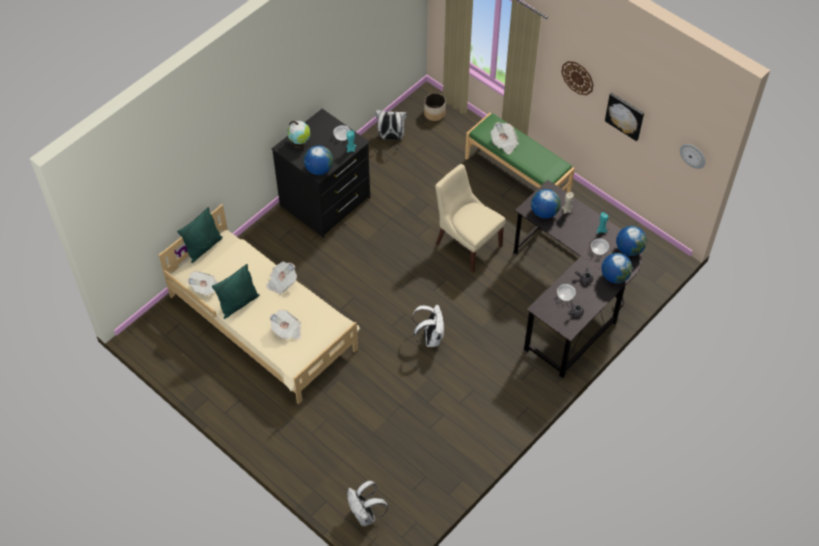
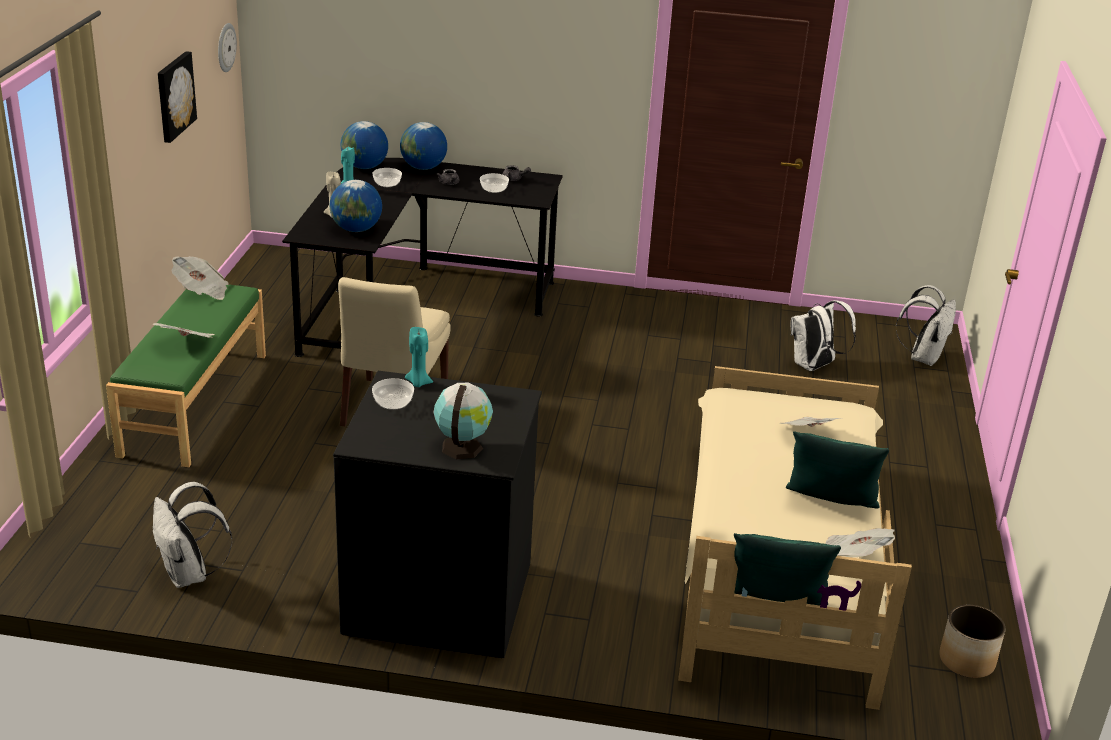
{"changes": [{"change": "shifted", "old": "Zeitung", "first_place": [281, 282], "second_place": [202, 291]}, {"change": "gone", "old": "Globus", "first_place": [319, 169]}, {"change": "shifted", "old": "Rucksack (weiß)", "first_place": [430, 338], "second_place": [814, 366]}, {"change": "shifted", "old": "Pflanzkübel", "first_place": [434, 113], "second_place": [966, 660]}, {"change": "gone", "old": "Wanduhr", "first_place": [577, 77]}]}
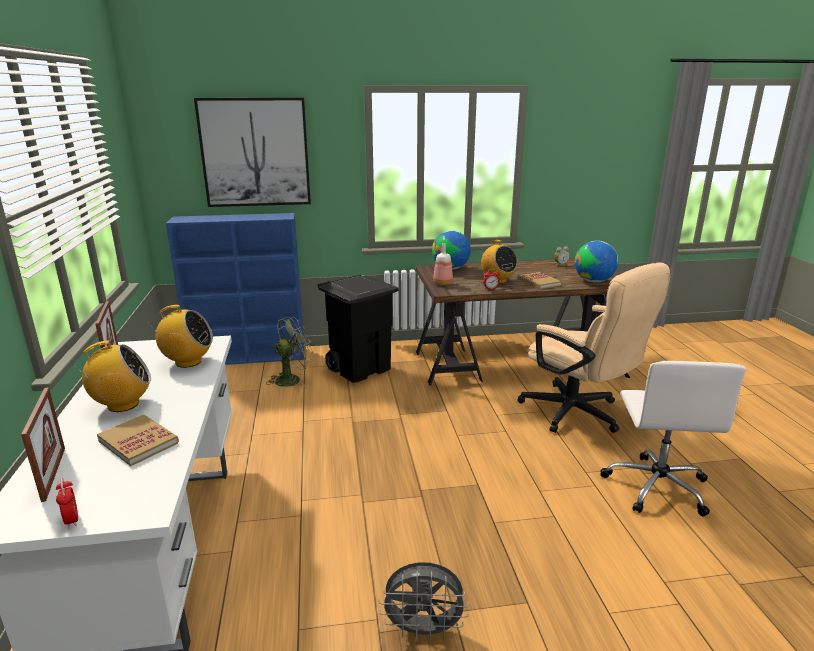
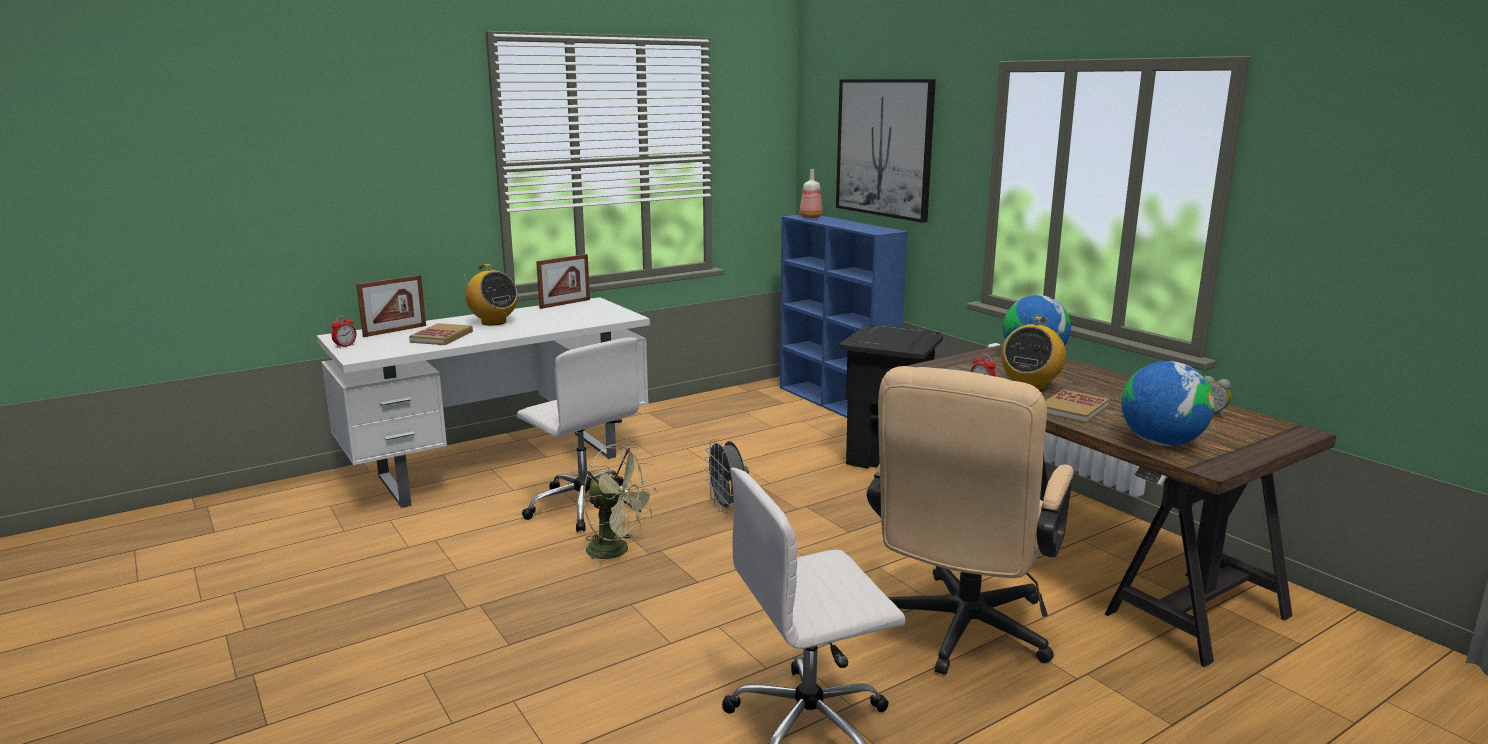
{"changes": [{"change": "gone", "old": "Radio", "first_place": [188, 362]}, {"change": "shifted", "old": "Ventilator (grün)", "first_place": [292, 379], "second_place": [617, 551]}, {"change": "shifted", "old": "Ventilator (grau)", "first_place": [423, 630], "second_place": [727, 507]}, {"change": "shifted", "old": "Flasche", "first_place": [443, 283], "second_place": [810, 217]}, {"change": "new", "new": "Bürostuhl (weiß)", "second_place": [583, 505]}]}
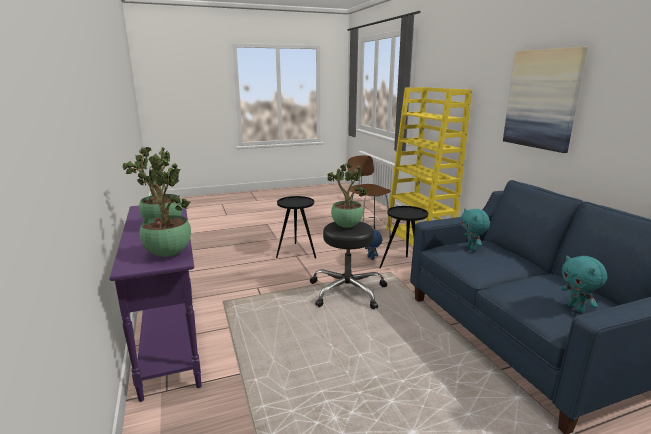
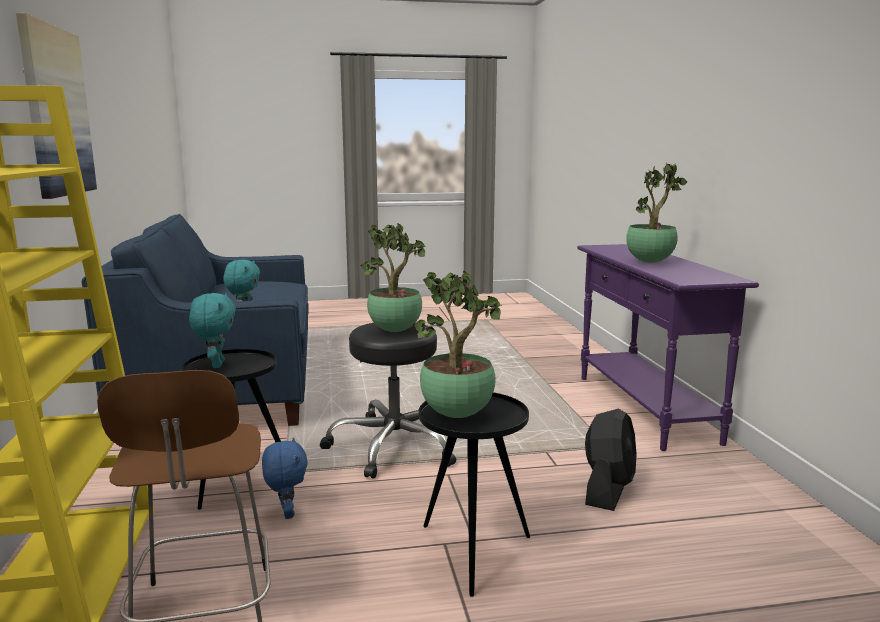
{"changes": [{"change": "shifted", "old": "Topfpflanze", "first_place": [167, 254], "second_place": [459, 415]}, {"change": "shifted", "old": "Plüschtier (türkis)", "first_place": [576, 308], "second_place": [216, 365]}, {"change": "new", "new": "Ventilator (schwarz)", "second_place": [608, 489]}]}
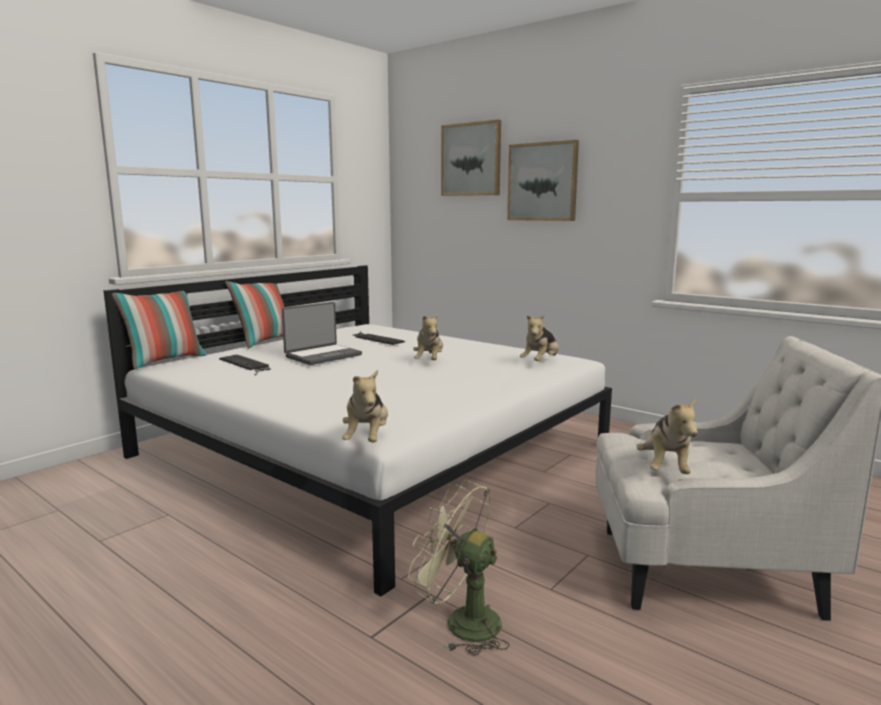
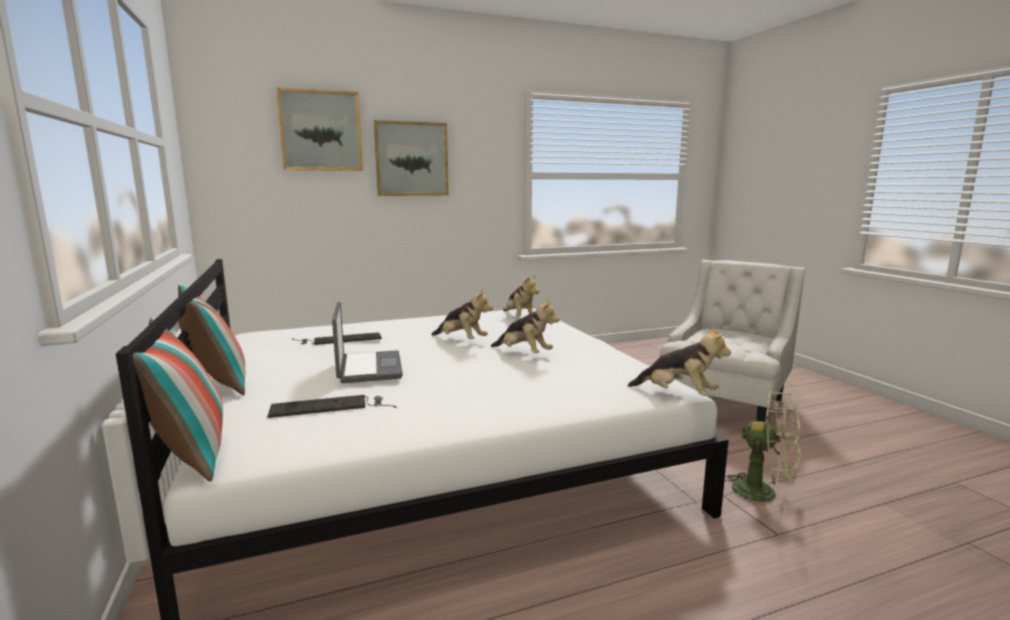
{"changes": [{"change": "rotated", "old": "Ventilator (grün)", "first_place": [461, 622], "second_place": [764, 493], "degrees": -120}, {"change": "shifted", "old": "Plüschtier", "first_place": [664, 468], "second_place": [524, 353]}]}
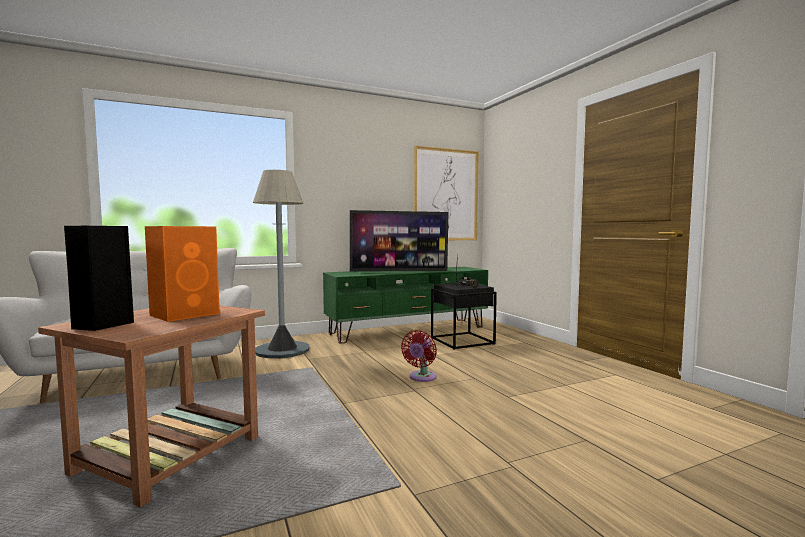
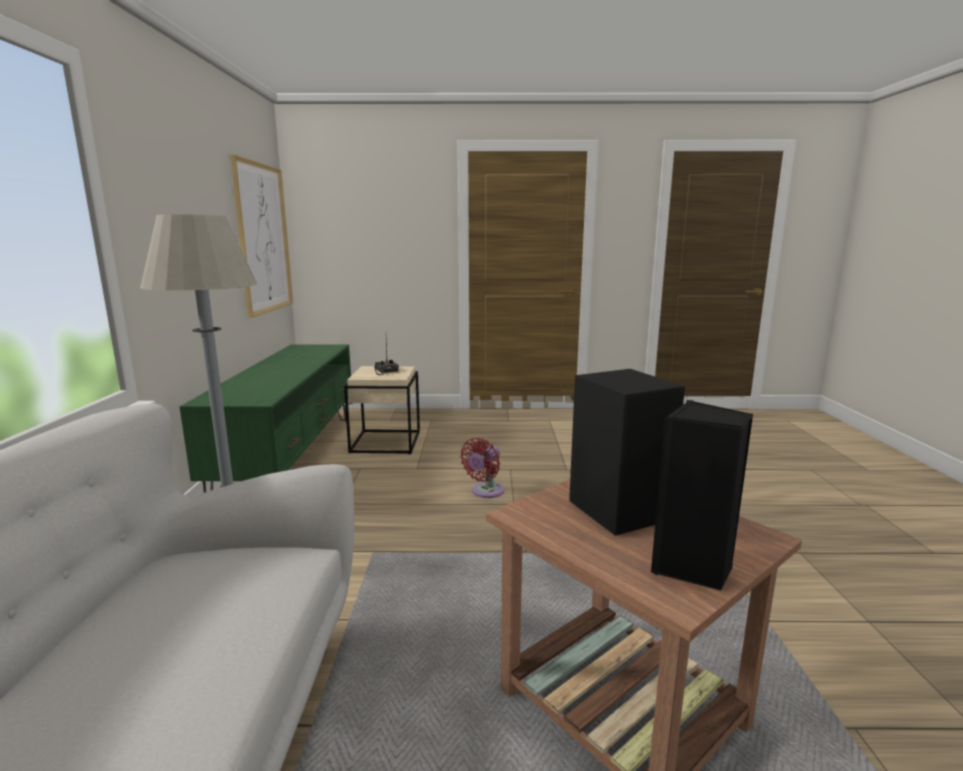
{"changes": [{"change": "repainted", "old": "Lautsprecher (orange)", "new": "Lautsprecher (schwarz)", "first_place": [186, 314], "second_place": [617, 509]}, {"change": "gone", "old": "Fernseher", "first_place": [399, 271]}, {"change": "rotated", "old": "Ventilator (rot)", "first_place": [421, 378], "second_place": [485, 492], "degrees": 75}, {"change": "repainted", "old": "Beistelltisch (schwarz)", "new": "Beistelltisch (beige)", "first_place": [463, 341], "second_place": [386, 442]}]}
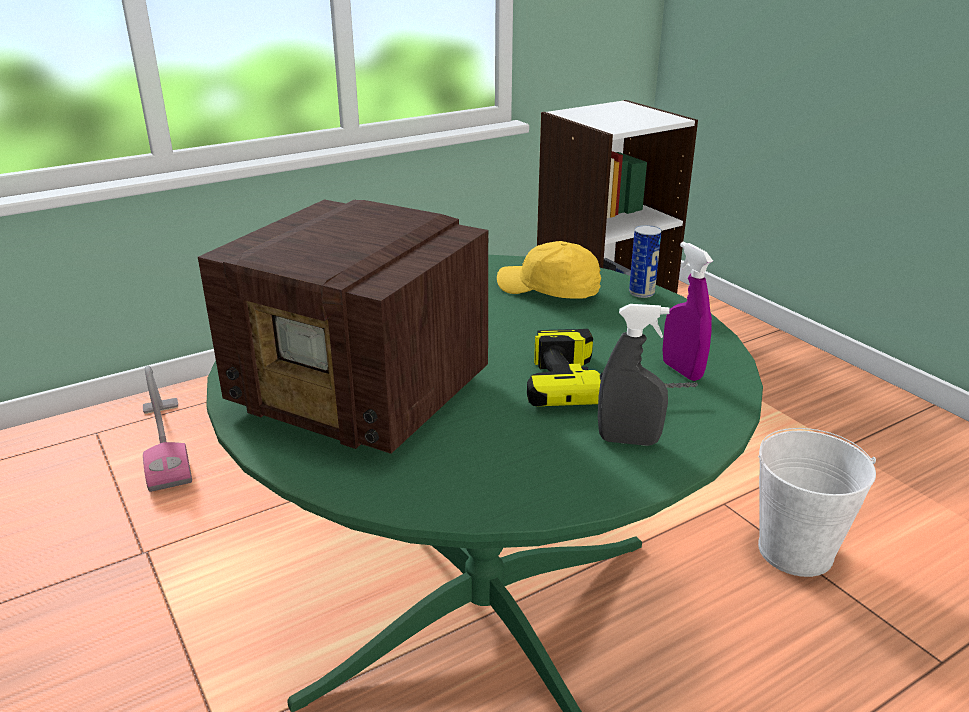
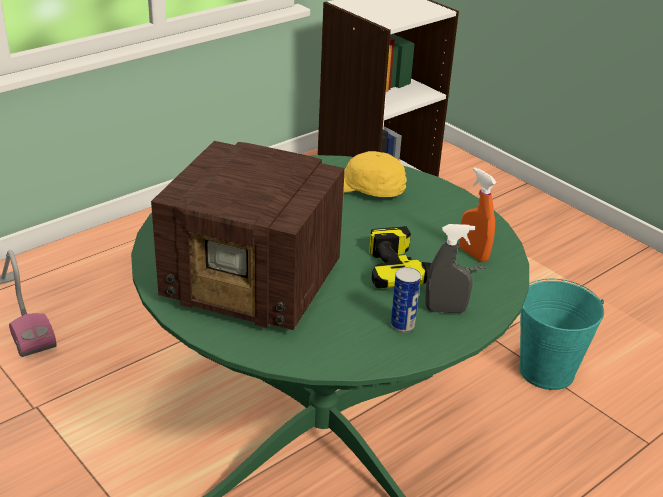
{"changes": [{"change": "shifted", "old": "Dose", "first_place": [641, 293], "second_place": [402, 326]}, {"change": "repainted", "old": "Sprühflasche (lila)", "new": "Sprühflasche (orange)", "first_place": [682, 371], "second_place": [473, 254]}, {"change": "repainted", "old": "Eimer (weiß)", "new": "Eimer (türkis)", "first_place": [795, 551], "second_place": [547, 371]}]}
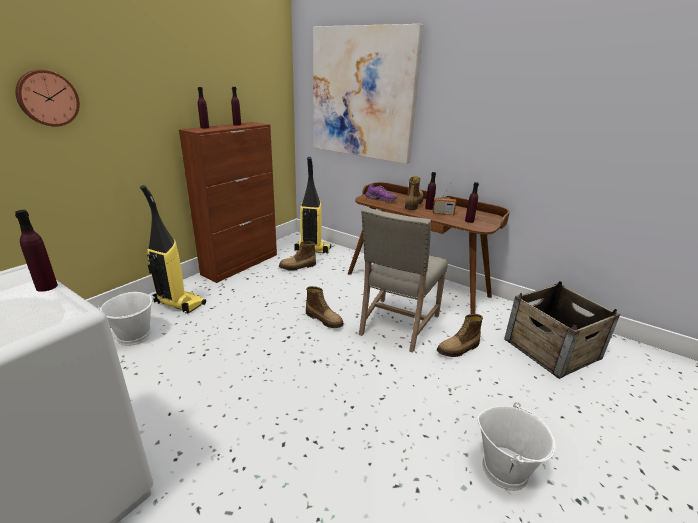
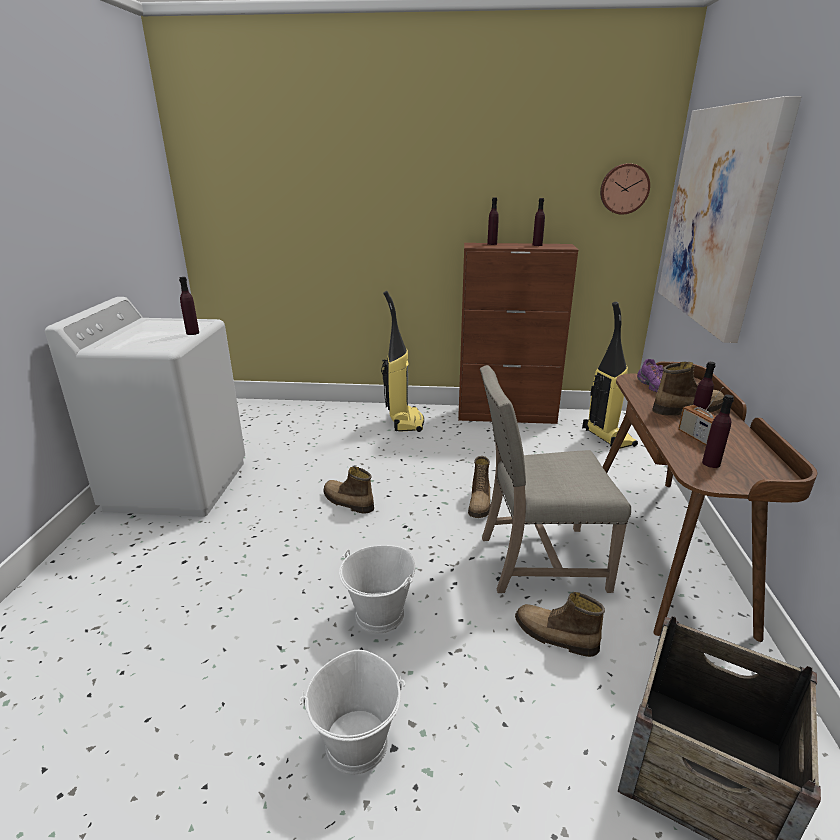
{"changes": [{"change": "shifted", "old": "Wanduhr", "first_place": [47, 98], "second_place": [624, 189]}, {"change": "shifted", "old": "Eimer (weiß)", "first_place": [135, 336], "second_place": [380, 615]}, {"change": "shifted", "old": "Stiefel", "first_place": [298, 267], "second_place": [347, 502]}]}
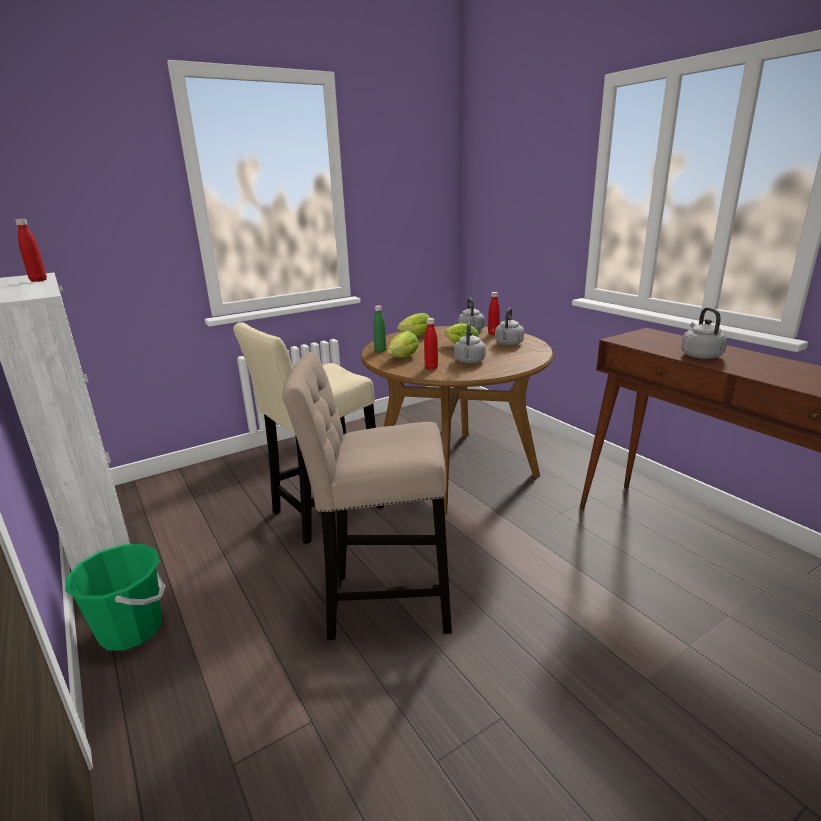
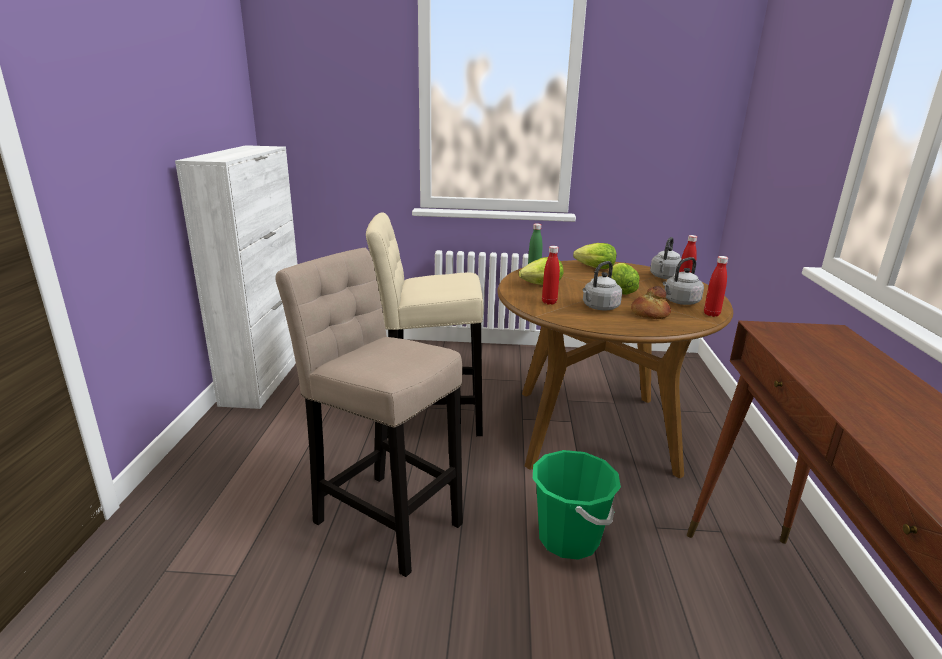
{"changes": [{"change": "shifted", "old": "Flasche (rot)", "first_place": [38, 280], "second_place": [711, 314]}, {"change": "shifted", "old": "Eimer (grün)", "first_place": [131, 629], "second_place": [569, 538]}, {"change": "gone", "old": "Wasserkessel (grau)", "first_place": [700, 355]}, {"change": "new", "new": "Brot", "second_place": [649, 314]}]}
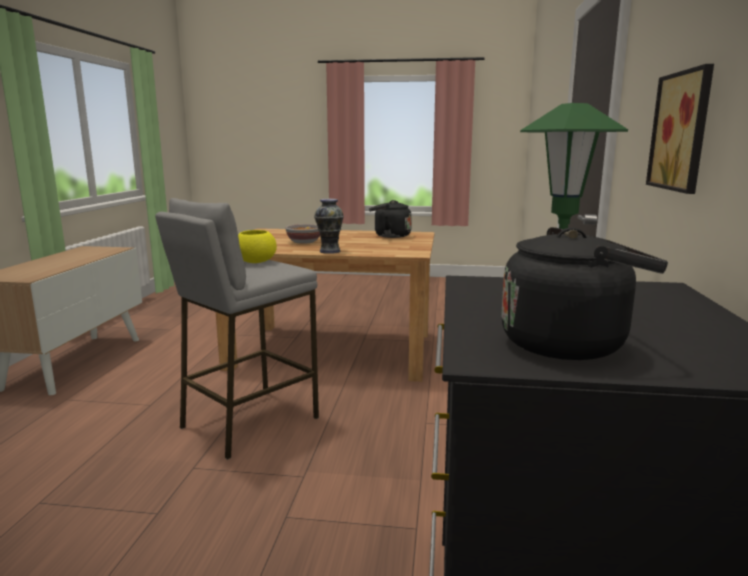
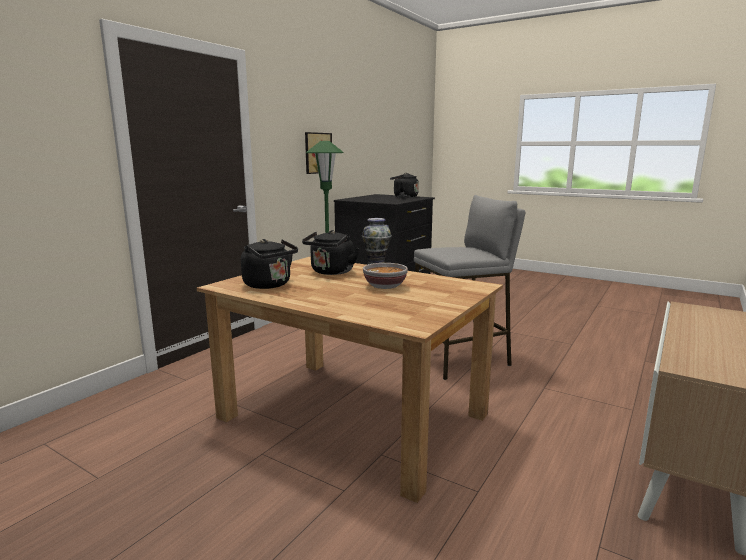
{"changes": [{"change": "gone", "old": "Schüssel (gelb)", "first_place": [255, 262]}, {"change": "new", "new": "Wasserkessel (schwarz)", "second_place": [331, 272]}]}
